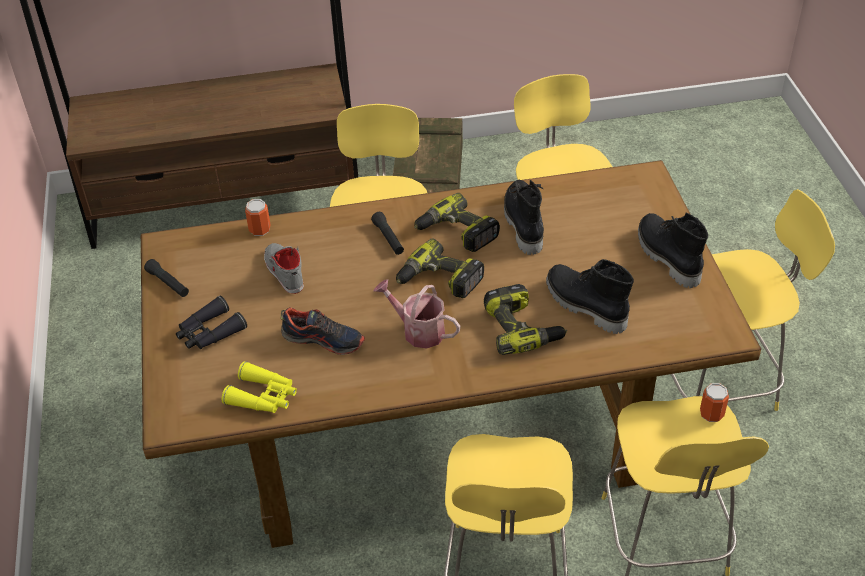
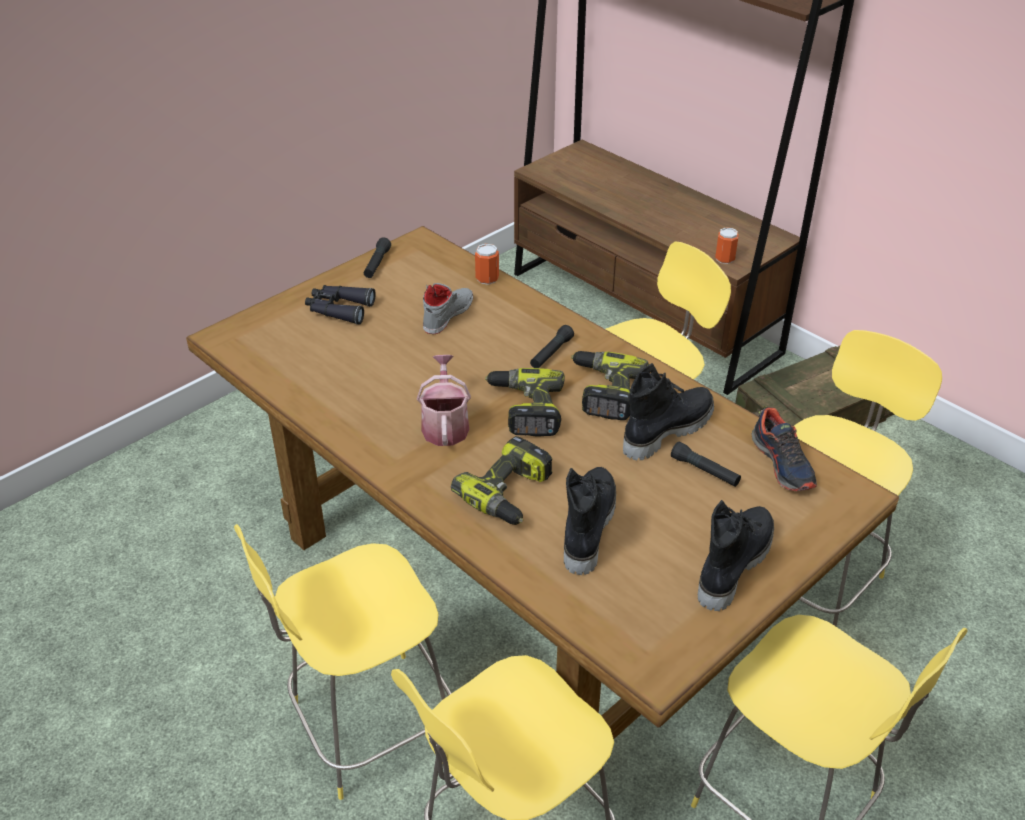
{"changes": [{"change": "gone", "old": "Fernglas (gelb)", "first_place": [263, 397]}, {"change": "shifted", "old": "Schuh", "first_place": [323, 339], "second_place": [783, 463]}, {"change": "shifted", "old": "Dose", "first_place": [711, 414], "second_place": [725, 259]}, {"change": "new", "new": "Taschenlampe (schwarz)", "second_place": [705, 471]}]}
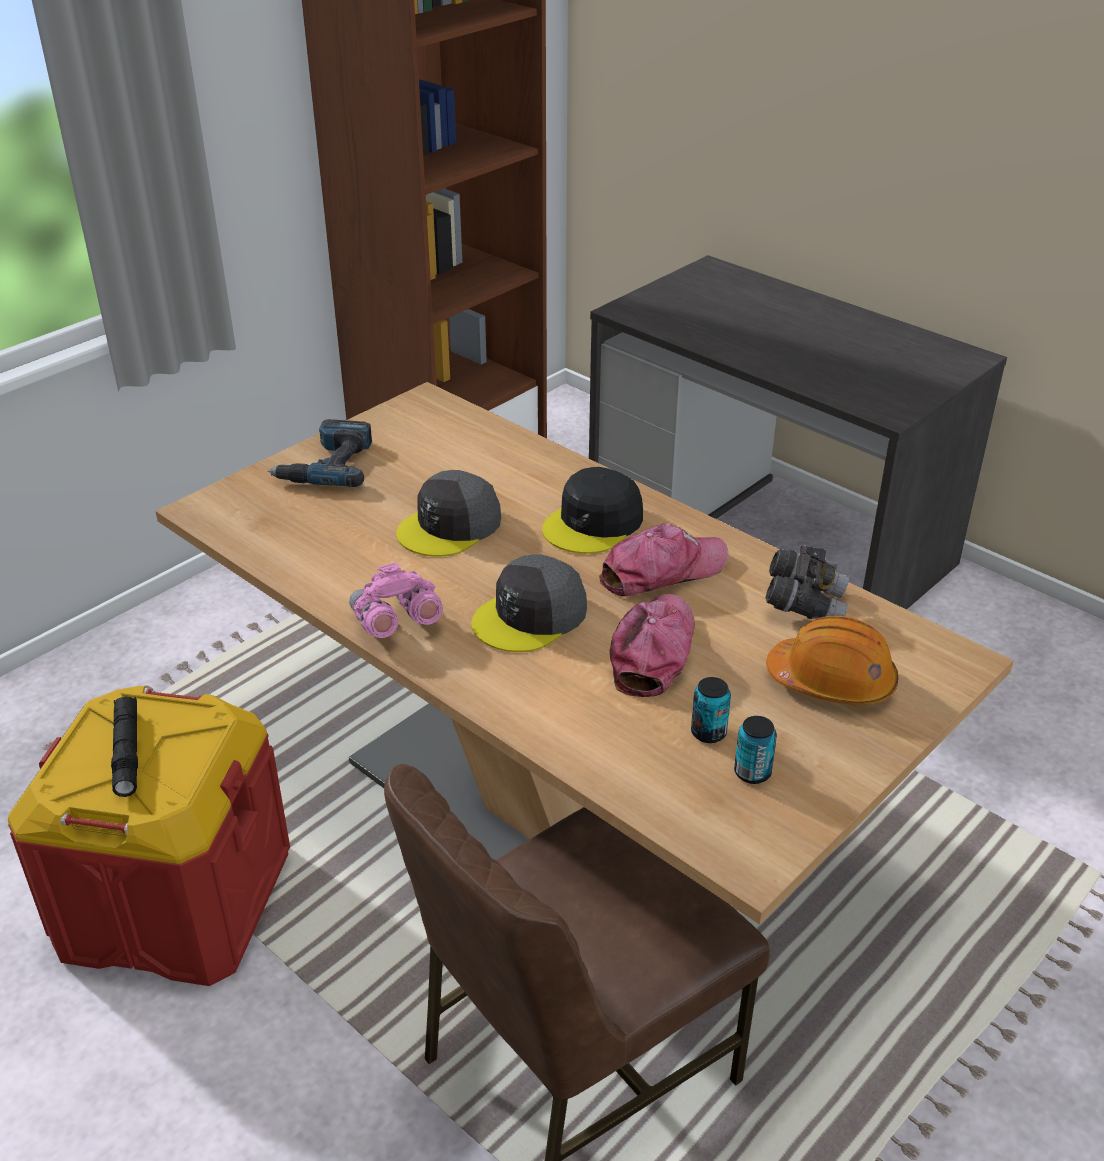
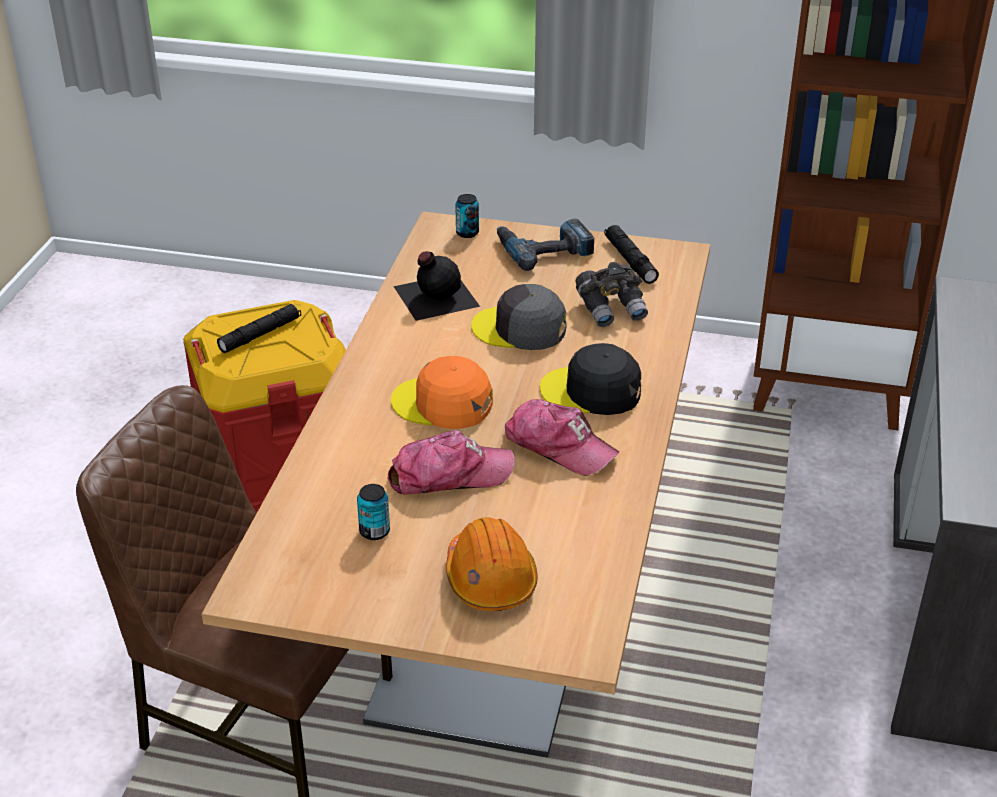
{"changes": [{"change": "gone", "old": "Fernglas (rosa)", "first_place": [395, 623]}, {"change": "repainted", "old": "Kappe (grau)", "new": "Kappe (orange)", "first_place": [531, 616], "second_place": [443, 404]}, {"change": "shifted", "old": "Dose", "first_place": [752, 772], "second_place": [467, 233]}, {"change": "shifted", "old": "Fernglas (grau)", "first_place": [804, 604], "second_place": [612, 309]}, {"change": "new", "new": "Flasche (schwarz)", "second_place": [434, 296]}, {"change": "new", "new": "Taschenlampe (schwarz)", "second_place": [630, 260]}]}
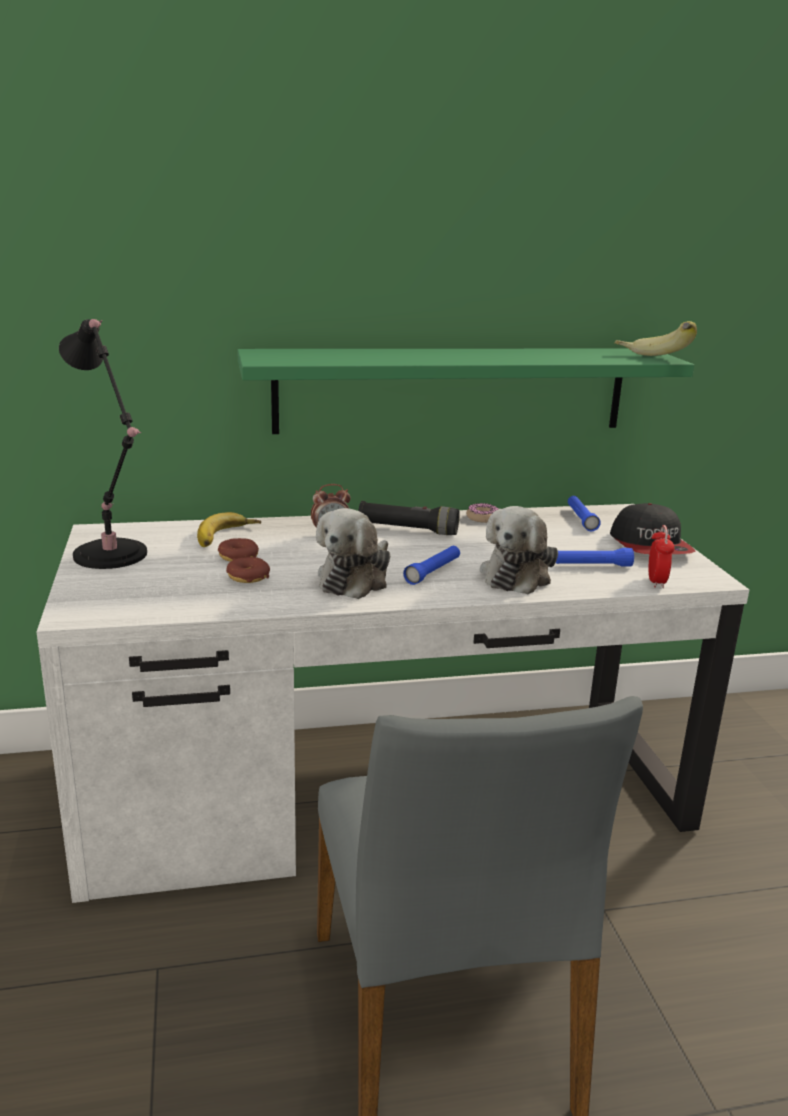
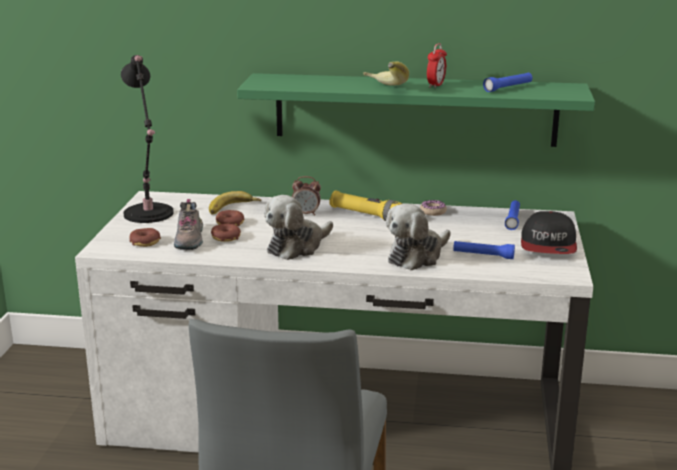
{"changes": [{"change": "repainted", "old": "Taschenlampe (schwarz)", "new": "Taschenlampe (gelb)", "first_place": [408, 530], "second_place": [366, 215]}, {"change": "shifted", "old": "Taschenlampe (blau)", "first_place": [433, 572], "second_place": [508, 88]}, {"change": "shifted", "old": "Banane", "first_place": [651, 359], "second_place": [383, 89]}, {"change": "shifted", "old": "Wecker", "first_place": [656, 582], "second_place": [436, 85]}, {"change": "new", "new": "Donut", "second_place": [145, 242]}, {"change": "new", "new": "Schuh", "second_place": [190, 239]}]}
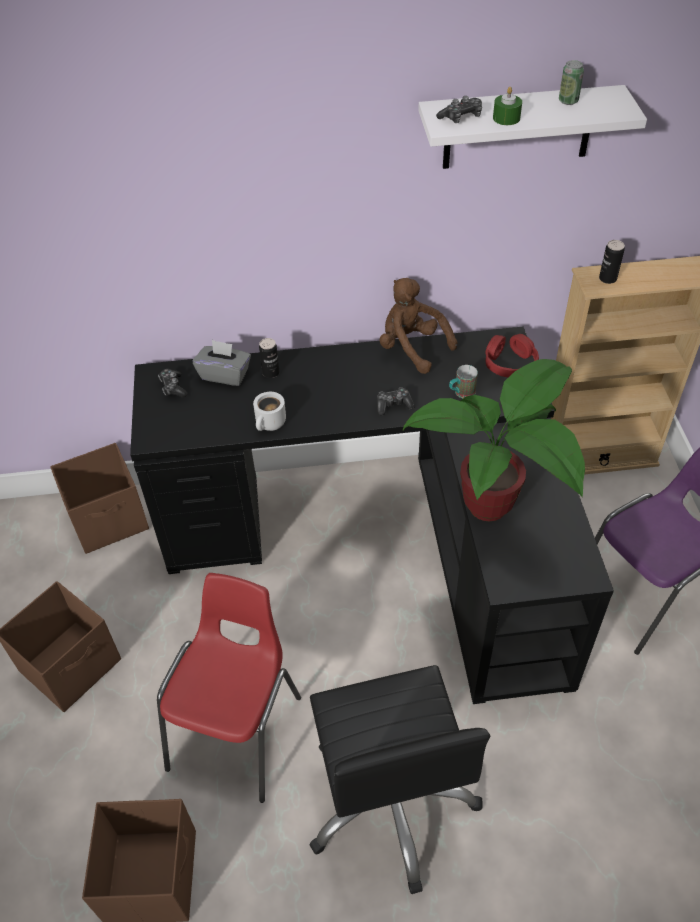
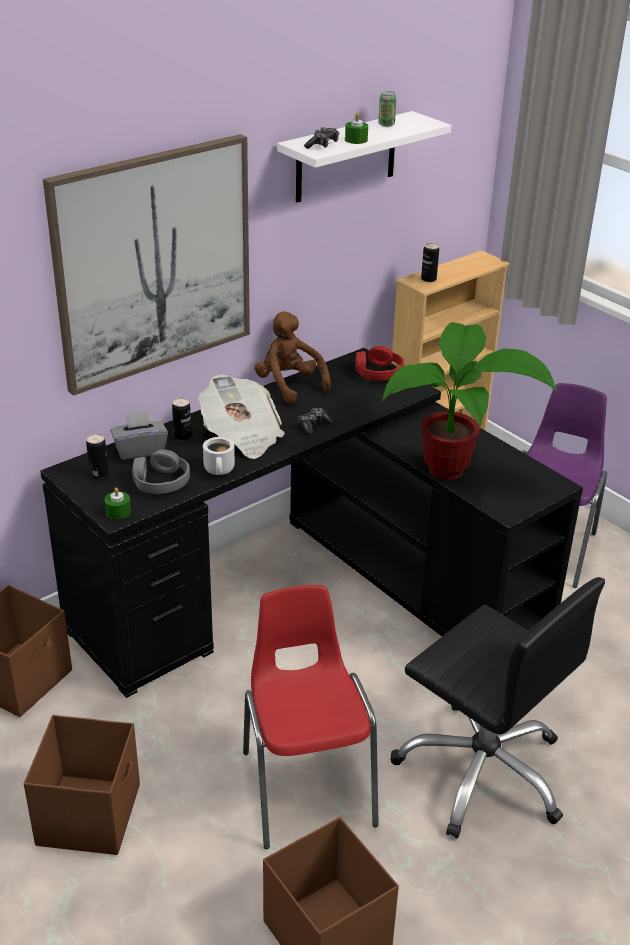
{"changes": [{"change": "swapped", "old": "Gamepad", "new": "Dose", "first_place": [173, 387], "second_place": [99, 474]}, {"change": "rotated", "old": "Plüschtier (braun)", "first_place": [412, 348], "second_place": [289, 385], "degrees": 45}, {"change": "gone", "old": "Henkelbecher", "first_place": [461, 393]}, {"change": "new", "new": "Bild", "second_place": [154, 263]}, {"change": "new", "new": "Kerze (grün)", "second_place": [118, 511]}, {"change": "new", "new": "Kopfhörer (grau)", "second_place": [161, 482]}, {"change": "new", "new": "Zeitung", "second_place": [242, 436]}]}
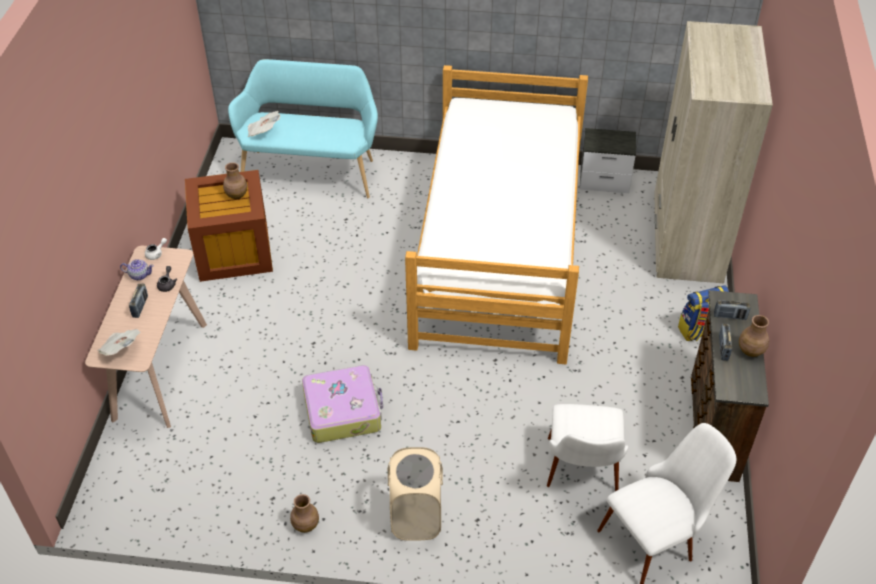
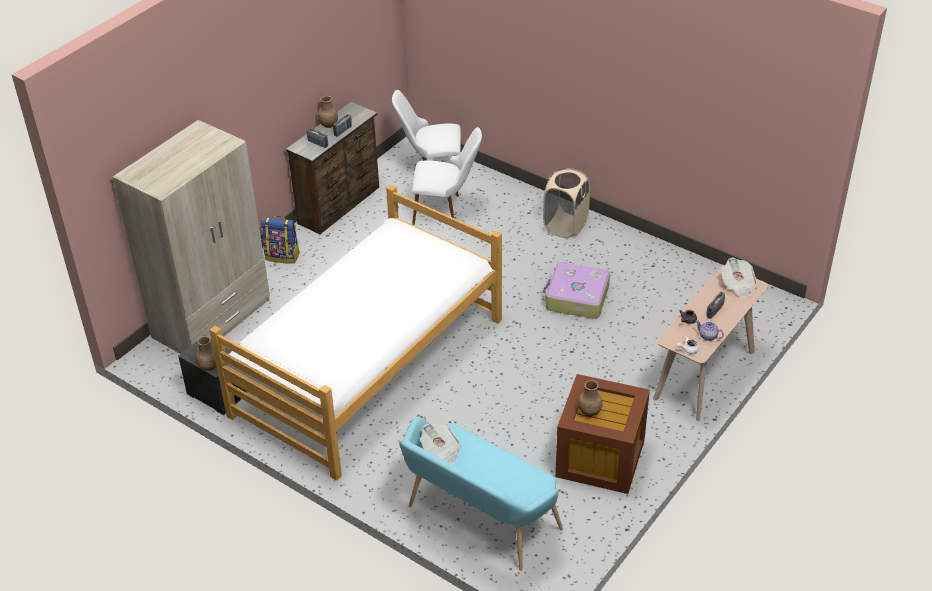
{"changes": [{"change": "shifted", "old": "Zeitung", "first_place": [263, 131], "second_place": [441, 451]}, {"change": "shifted", "old": "Vase (braun)", "first_place": [305, 524], "second_place": [209, 366]}, {"change": "rotated", "old": "Stuhl (weiß)", "first_place": [582, 477], "second_place": [446, 210], "degrees": 60}]}
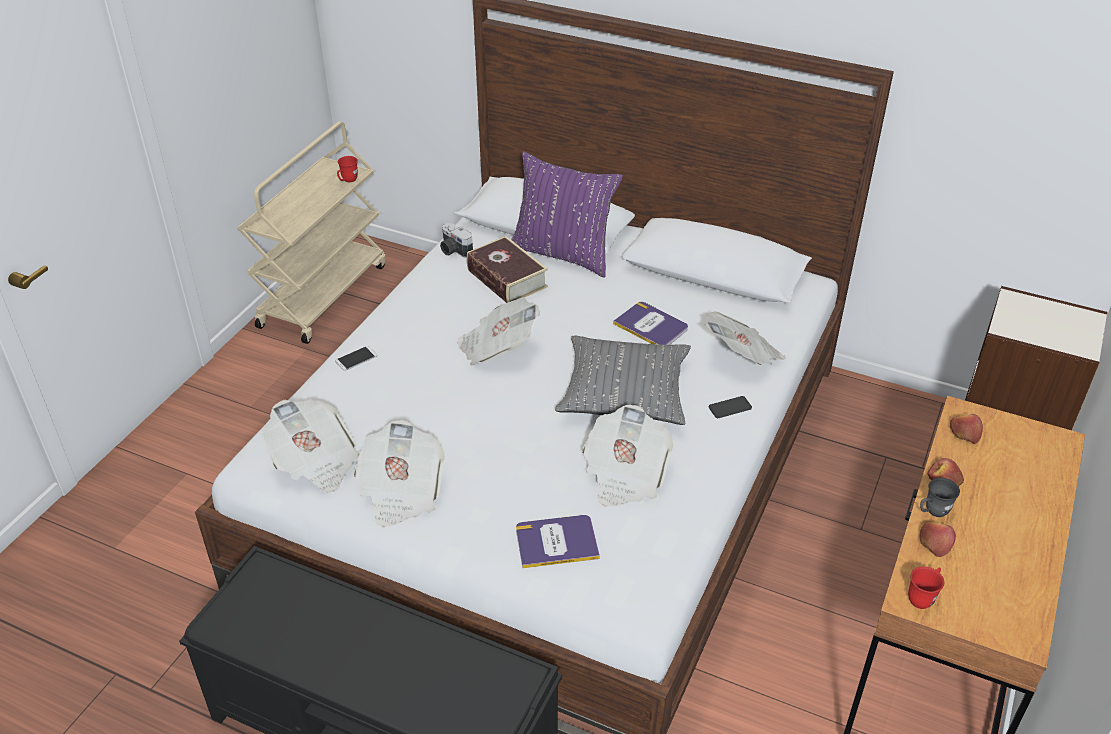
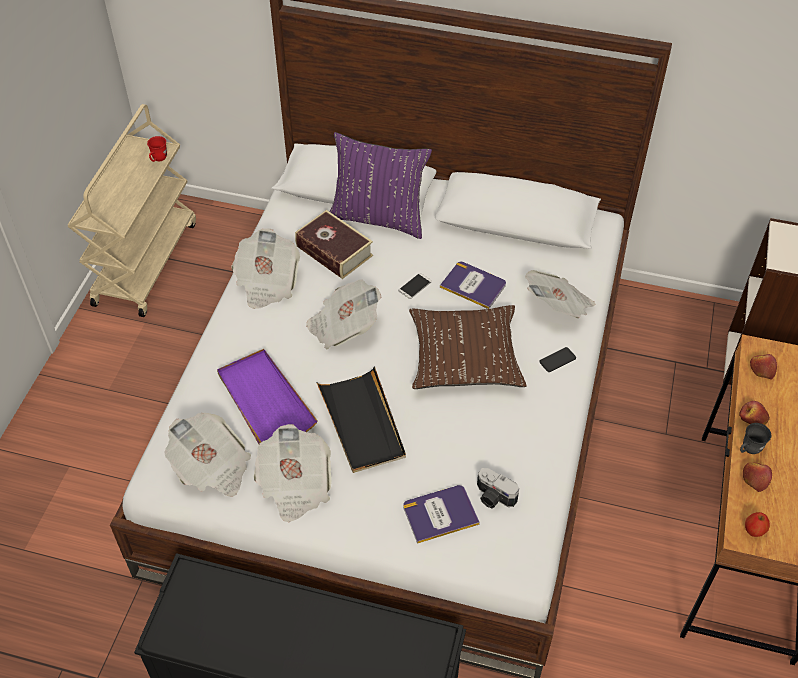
{"changes": [{"change": "shifted", "old": "Handy", "first_place": [356, 359], "second_place": [415, 286]}, {"change": "shifted", "old": "Kamera", "first_place": [454, 250], "second_place": [493, 497]}, {"change": "repainted", "old": "Kissen (grau)", "new": "Kissen (braun)", "first_place": [624, 391], "second_place": [464, 356]}, {"change": "shifted", "old": "Zeitung", "first_place": [624, 475], "second_place": [267, 283]}, {"change": "swapped", "old": "Henkelbecher (rot)", "new": "Apfel", "first_place": [923, 597], "second_place": [754, 531]}, {"change": "new", "new": "Tablett (lila)", "second_place": [265, 401]}, {"change": "new", "new": "Tablett (schwarz)", "second_place": [362, 423]}]}
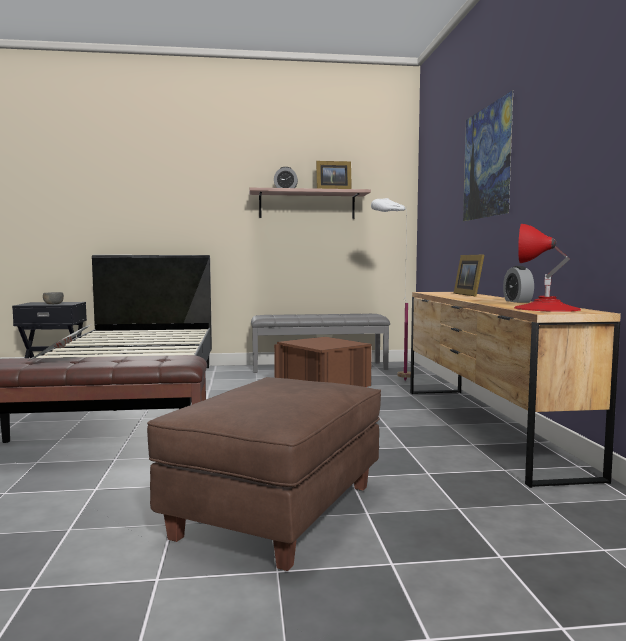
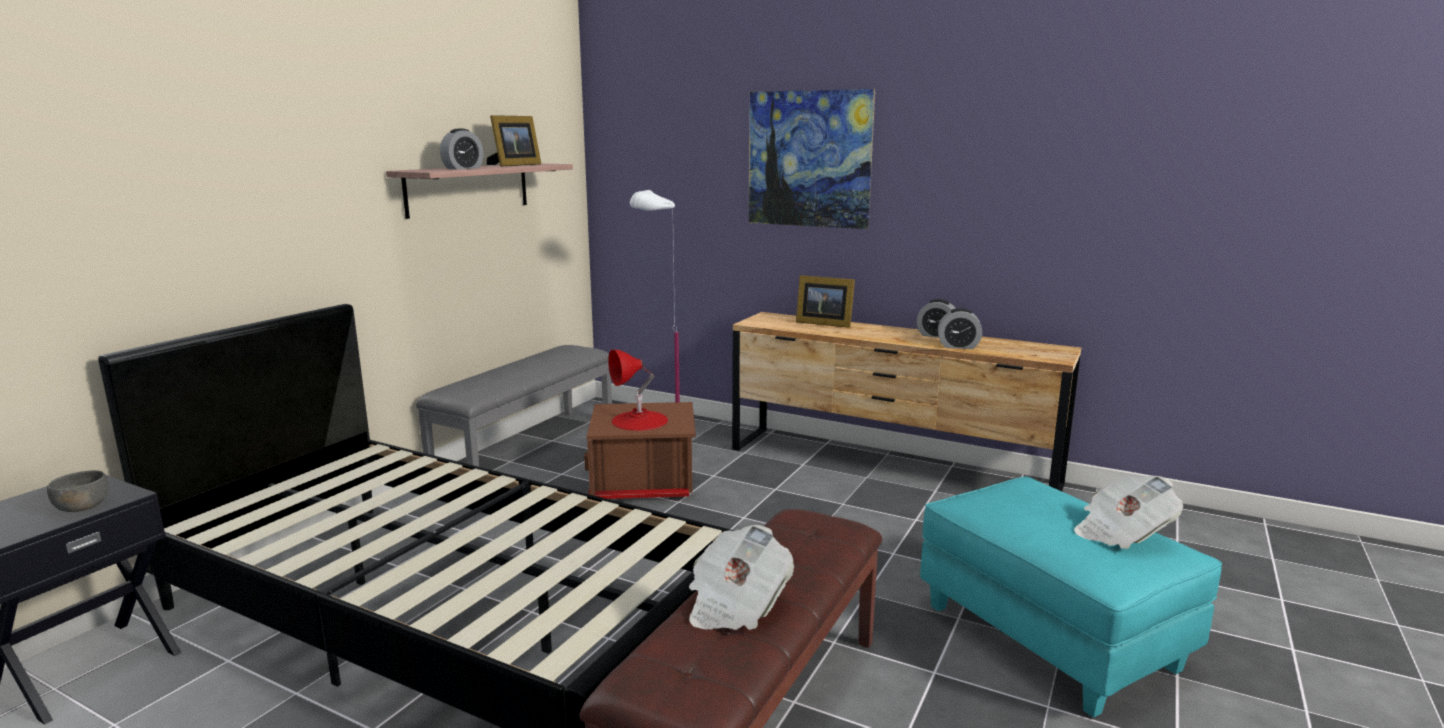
{"changes": [{"change": "repainted", "old": "Polsterhocker (braun)", "new": "Polsterhocker (türkis)", "first_place": [277, 512], "second_place": [1049, 638]}, {"change": "shifted", "old": "Tischlampe (rot)", "first_place": [546, 308], "second_place": [639, 420]}, {"change": "new", "new": "Wecker", "second_place": [958, 346]}, {"change": "new", "new": "Zeitung", "second_place": [1122, 533]}]}
